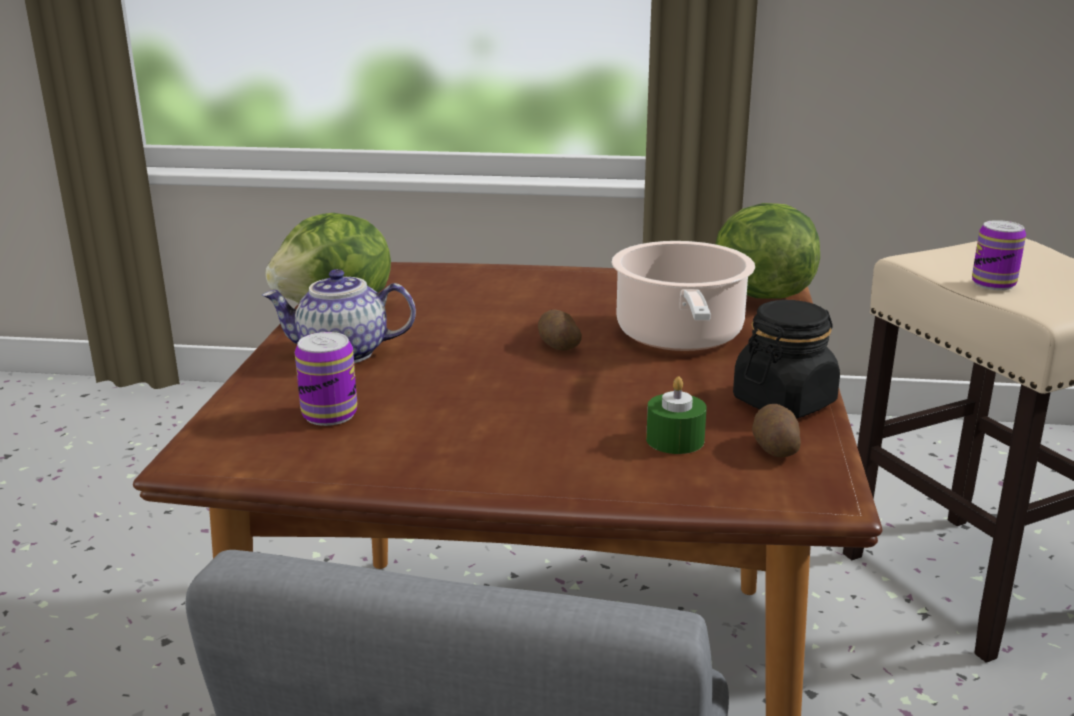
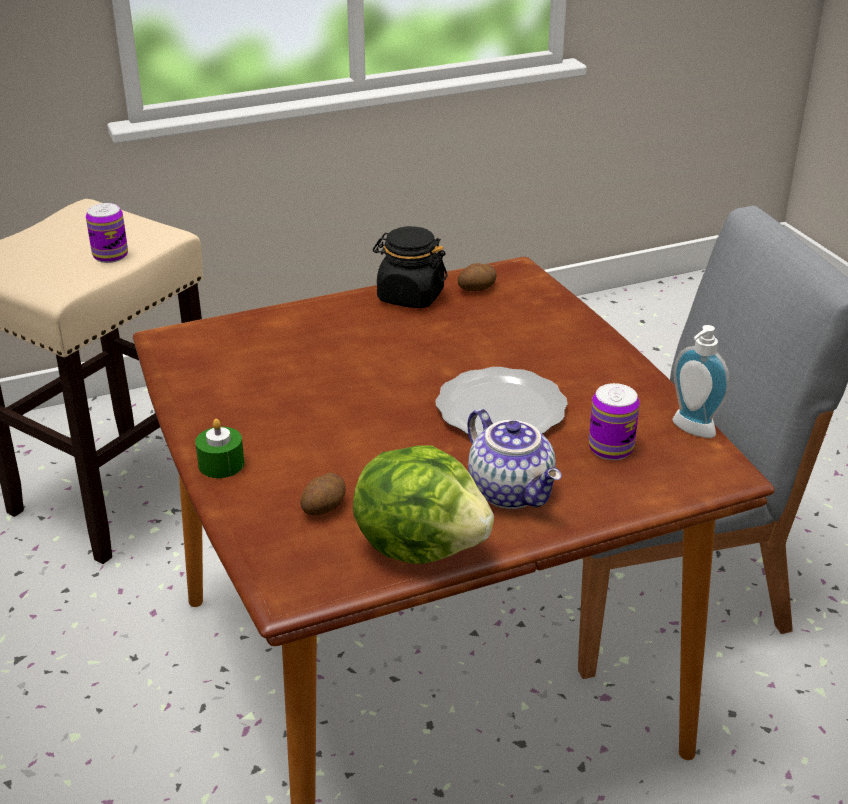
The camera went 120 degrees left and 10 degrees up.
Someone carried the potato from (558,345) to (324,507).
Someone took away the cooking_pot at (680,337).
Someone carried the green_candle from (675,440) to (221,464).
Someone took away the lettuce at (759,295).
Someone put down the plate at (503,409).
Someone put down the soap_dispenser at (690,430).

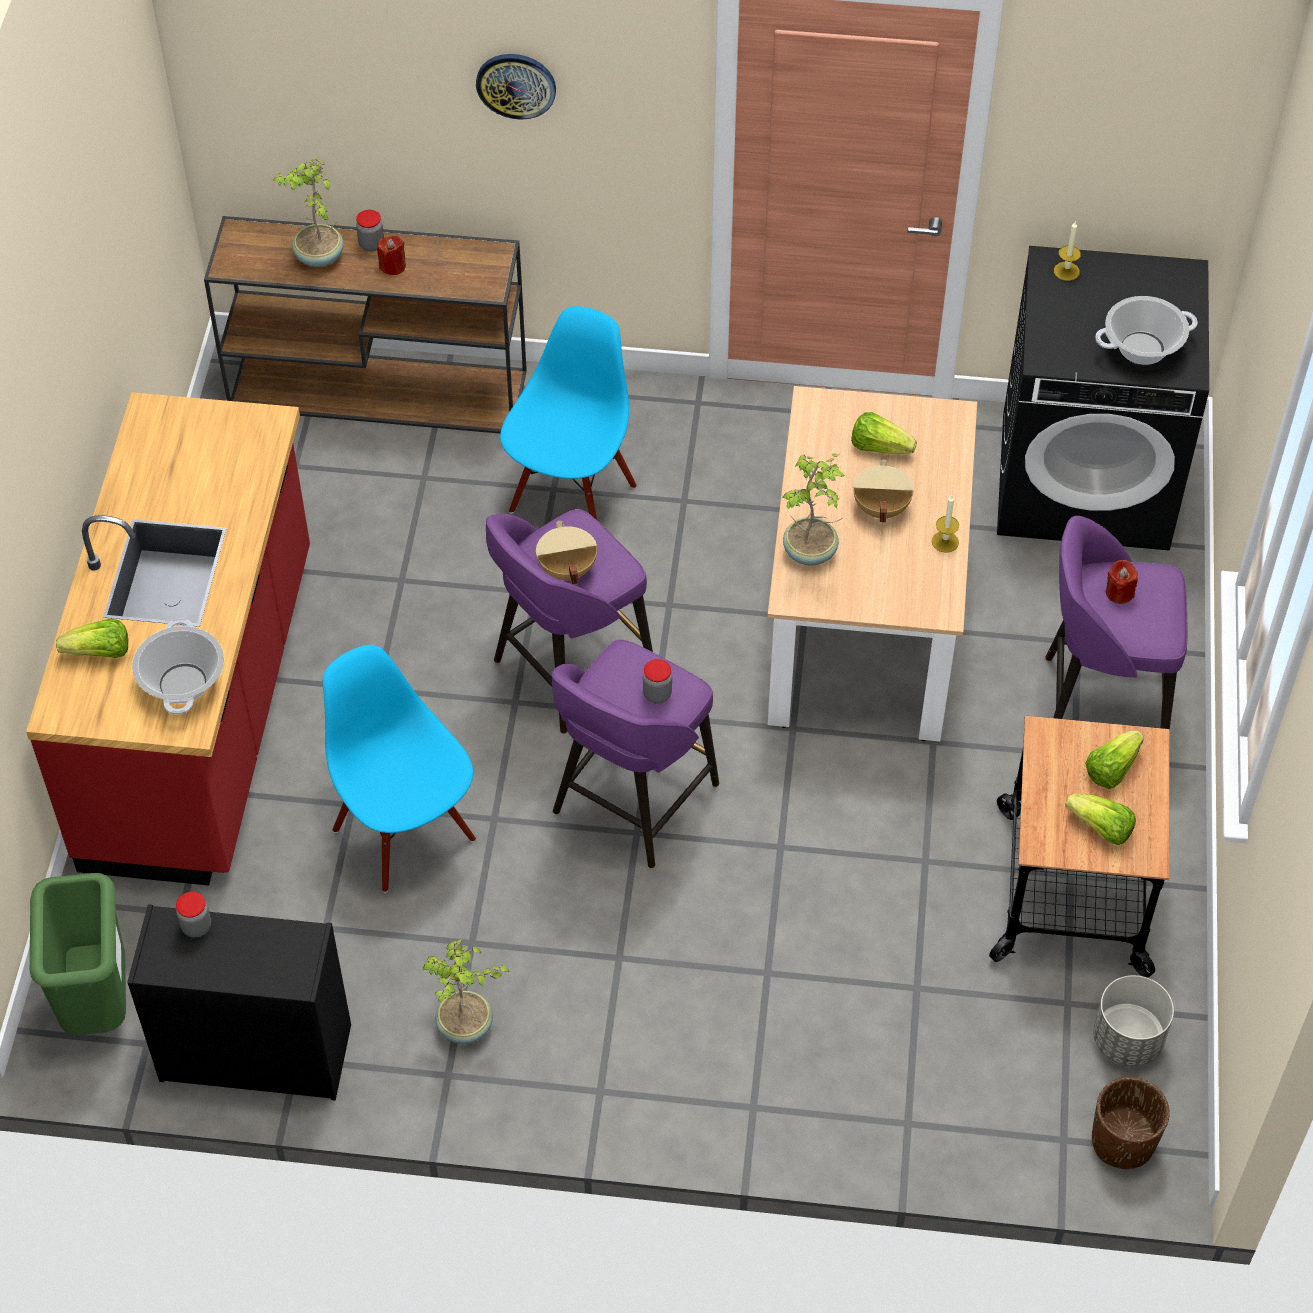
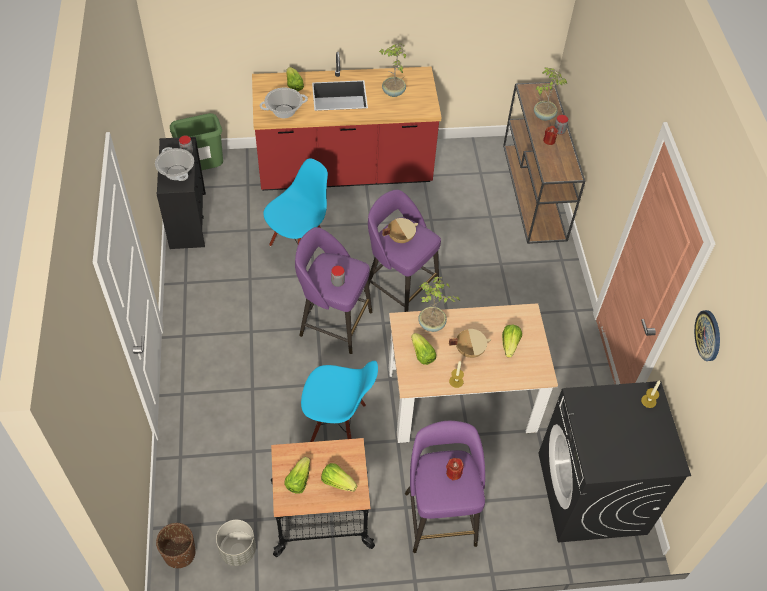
The camera went 75 degrees right and 0 degrees up.
Someone carried the potted_plant from (465,1027) to (393,92).
Someone carried the wall_clock from (516,84) to (708,335).
Someone carried the blue_chair from (571,496) to (338,425).
Someone carried the cooking_pot from (1142,348) to (176,172).
Someone put down the lettuce at (422,354).

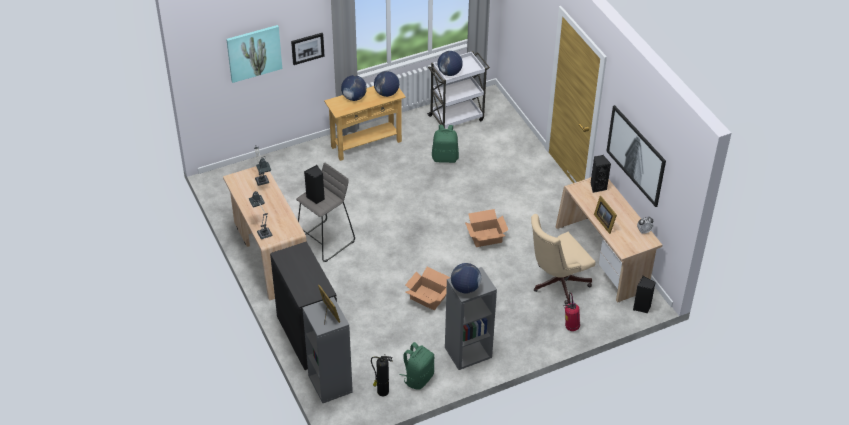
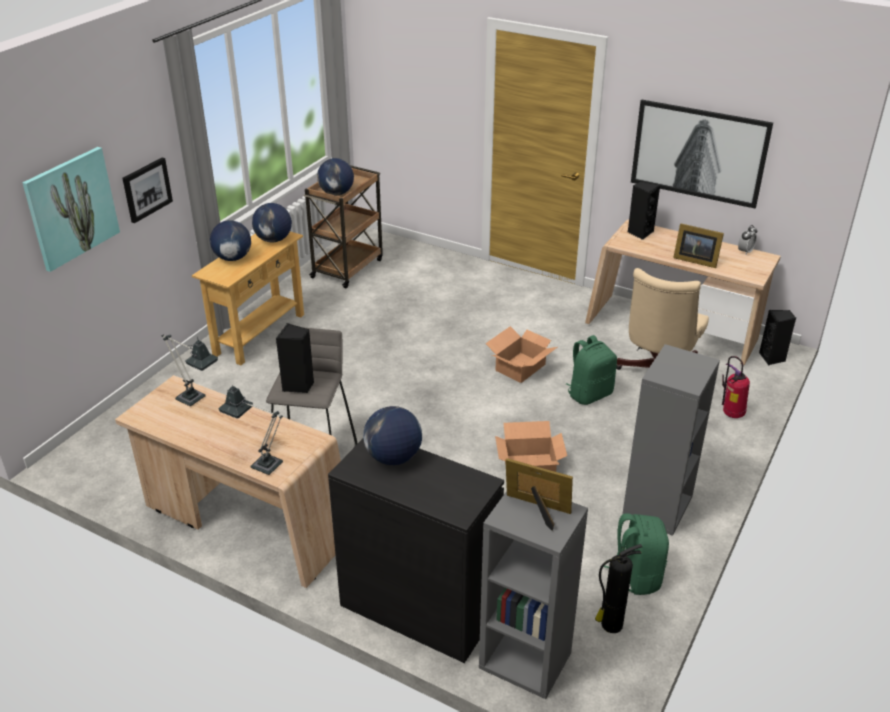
The camera went 35 degrees left and 10 degrees down.
Someone repainted the white_cart at (457,117), which became the brown_cart at (348,268).
Someone carried the green_backpack from (445,157) to (589,394).
Someone carried the globe from (465,288) to (393,458).

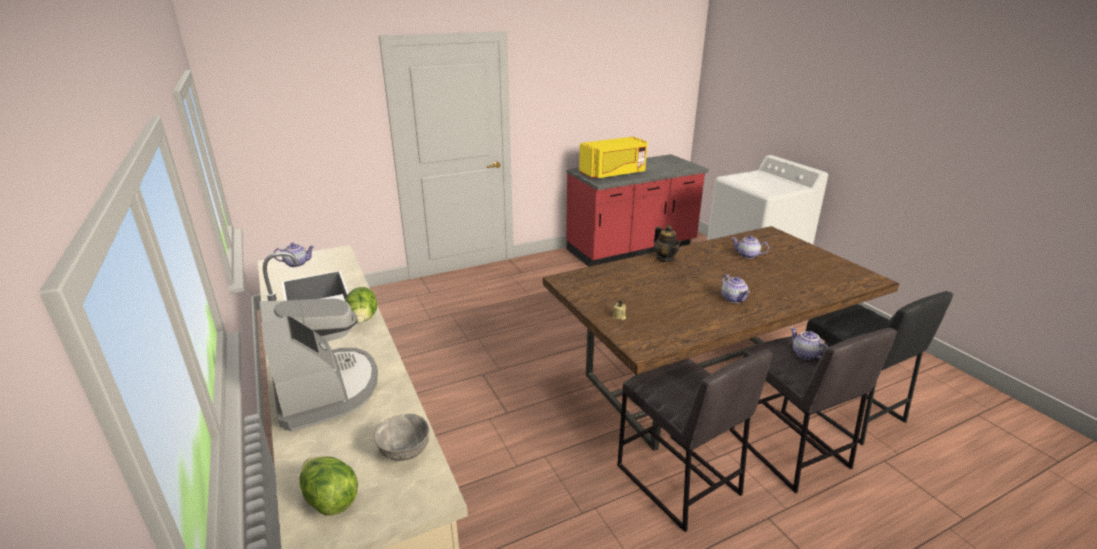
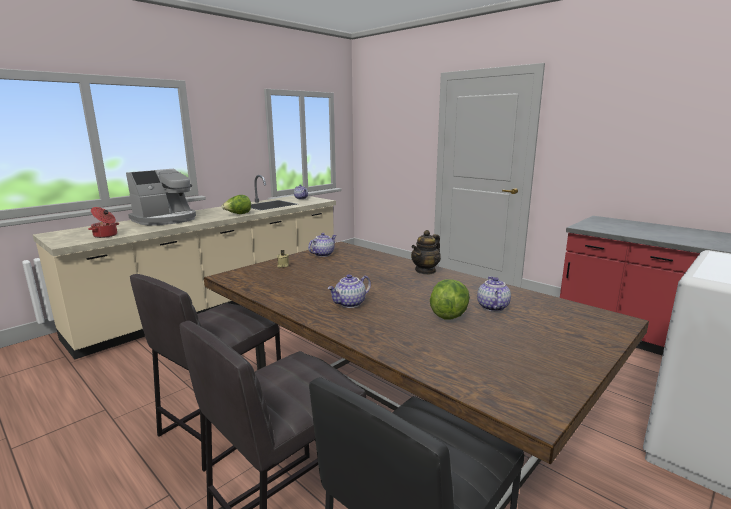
The camera went 70 degrees right and 10 degrees down.
Someone carried the lettuce from (330,499) to (449,314).
Someone swapped the grey_bowl at (404,450) for the cooking_pot at (106,235).
Someone took away the yellow_microwave at (613,174).
Someone carried the teapot from (804,354) to (323,254).

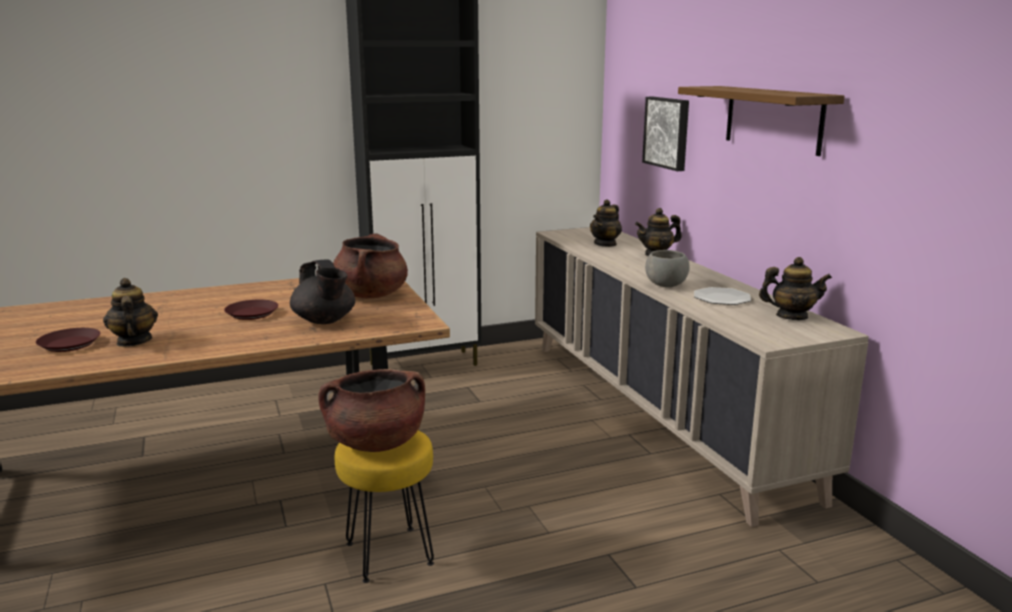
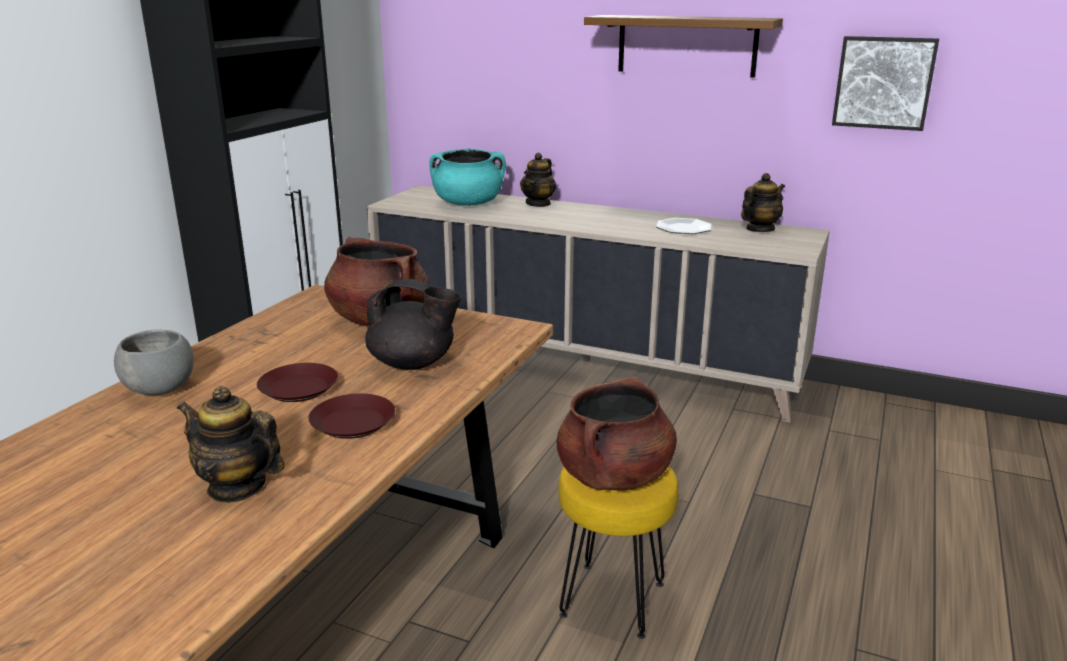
The camera went 45 degrees left and 5 degrees up.
Someone carried the brown_plate from (70,344) to (354,423).
Someone swapped the teapot at (605,244) for the turquoise_cooking_pot at (468,203).
Someone carried the picture from (668,132) to (883,82).
Someone carried the grey_bowl from (665,285) to (160,390).

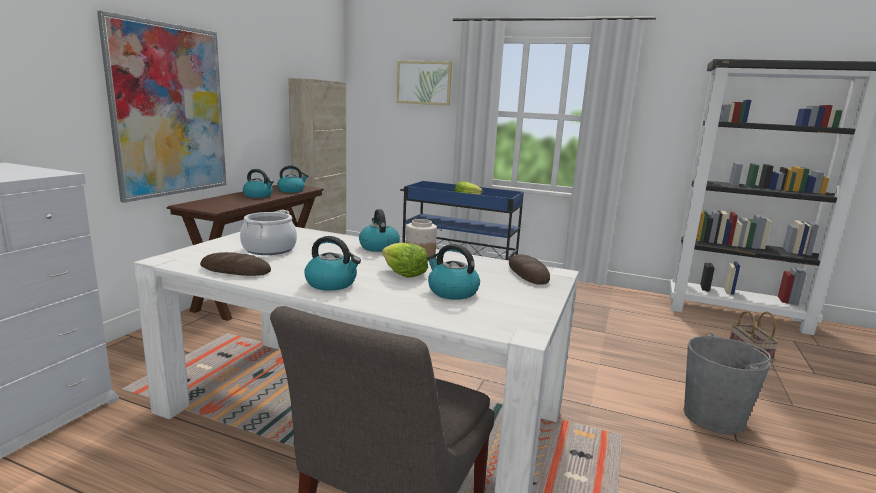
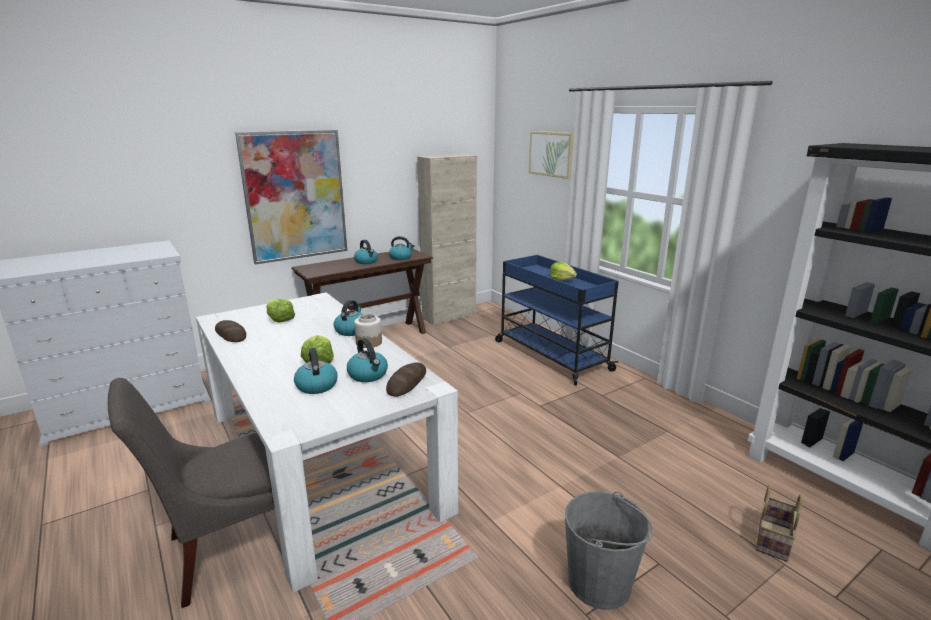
The camera went 35 degrees right and 5 degrees up.
Someone swapped the cooking_pot at (269,249) for the lettuce at (280,319).
Someone carried the kettle from (332,283) to (368,375).

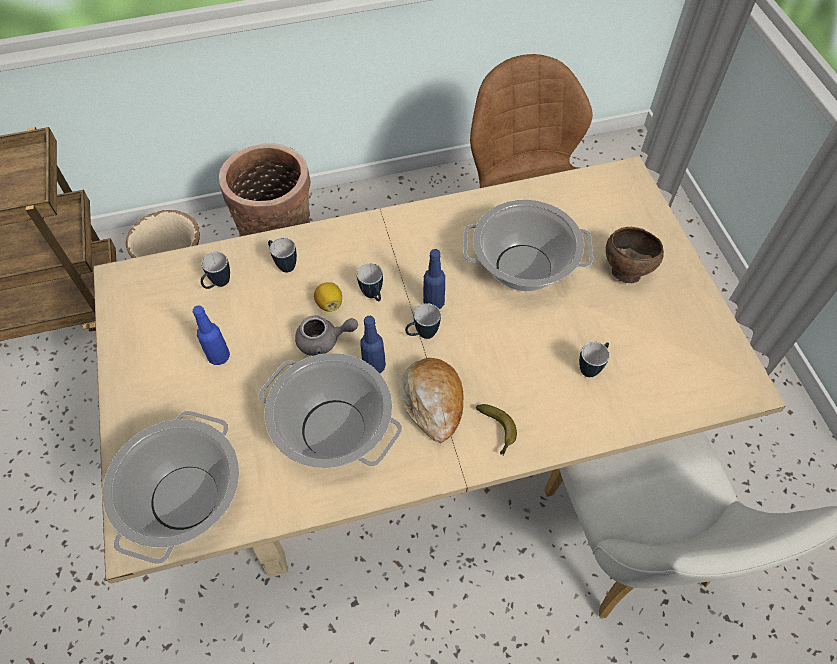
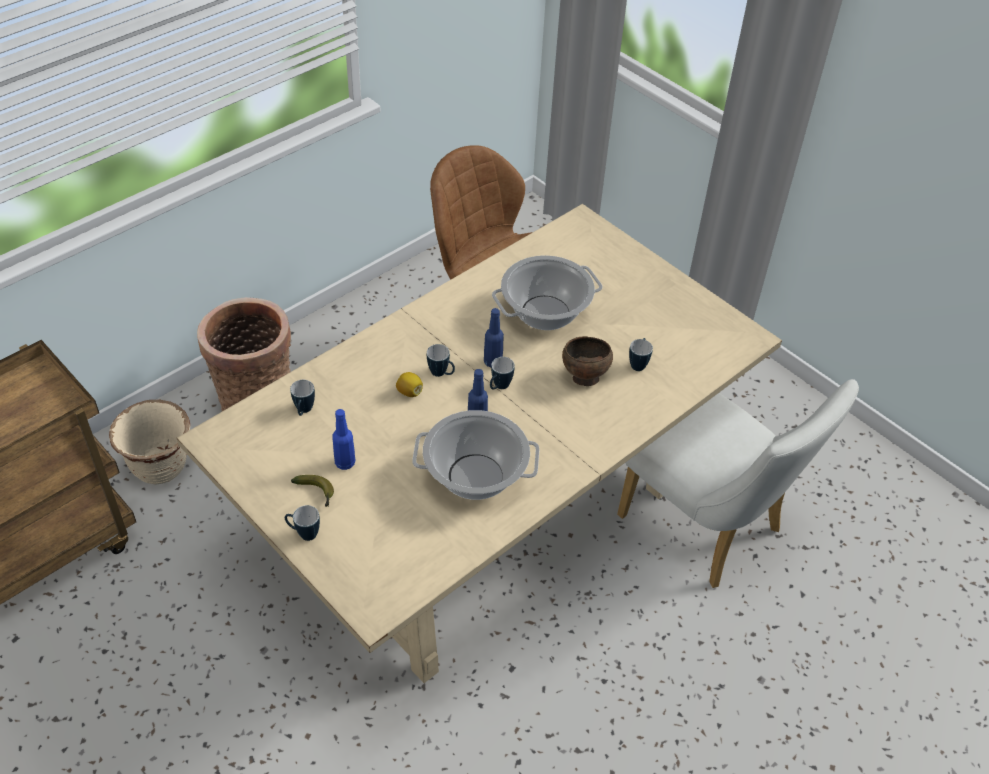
The camera went 30 degrees left and 10 degrees down.
Someone took away the cooking_pot at (185,499).
Someone carried the mug from (284,264) to (303,534).
Someone took away the grey_teapot at (324,341).
Someone took away the bread at (433,402).
Someone carried the banana from (497,431) to (316,492).
Someone carried the brown_bowl from (625,271) to (583,377).

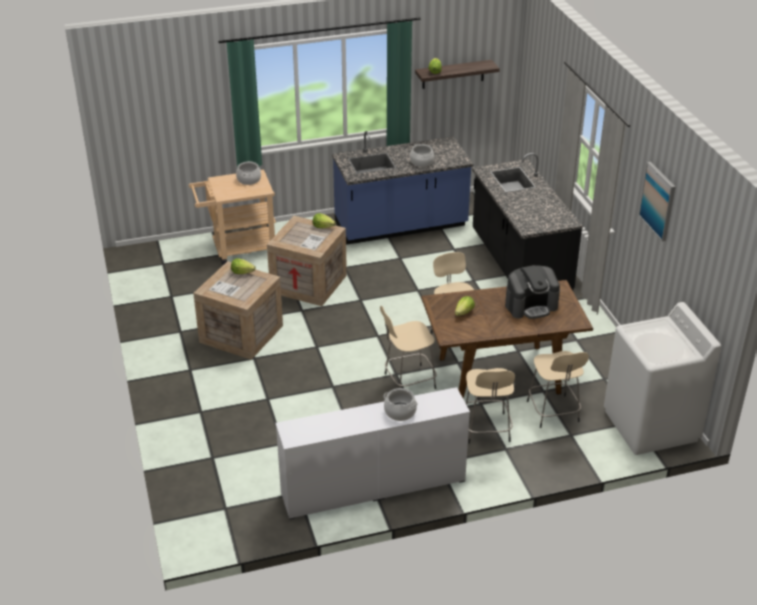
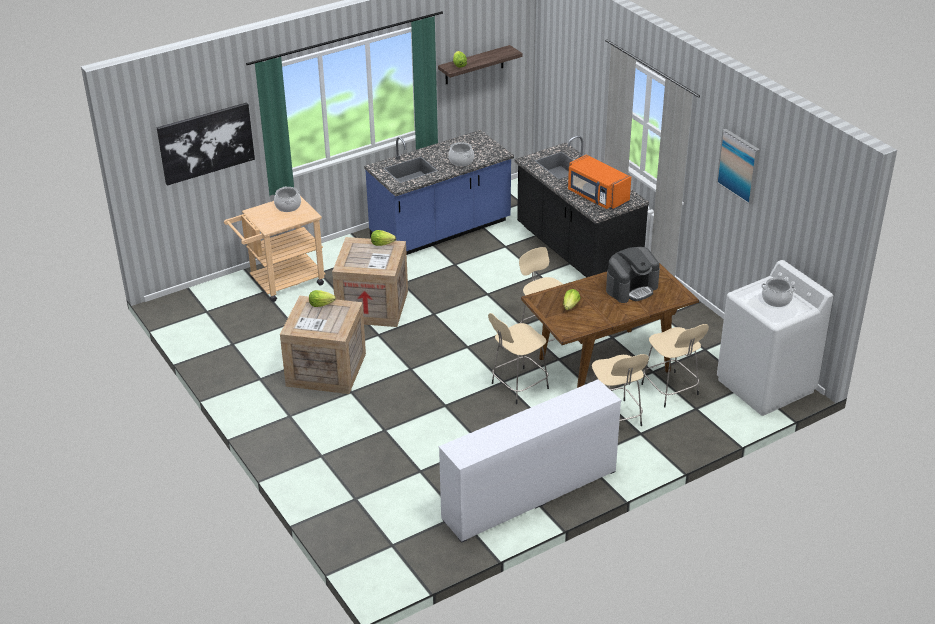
The camera went 15 degrees left and 0 degrees up.
Someone carried the cooking_pot from (400,412) to (776,300).
Someone put up the picture at (206,143).
Someone put down the orange_microwave at (597,196).

